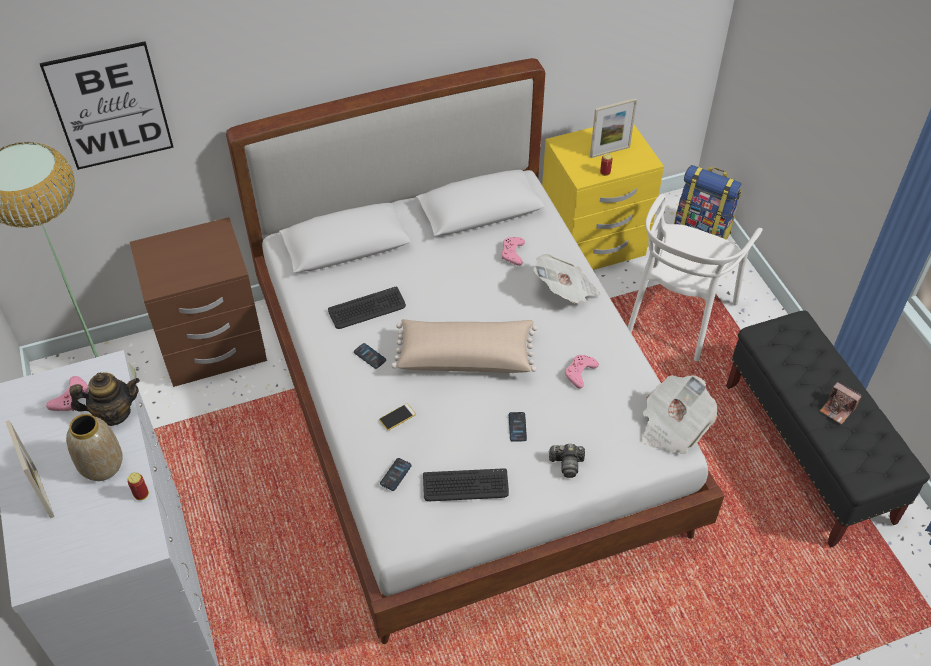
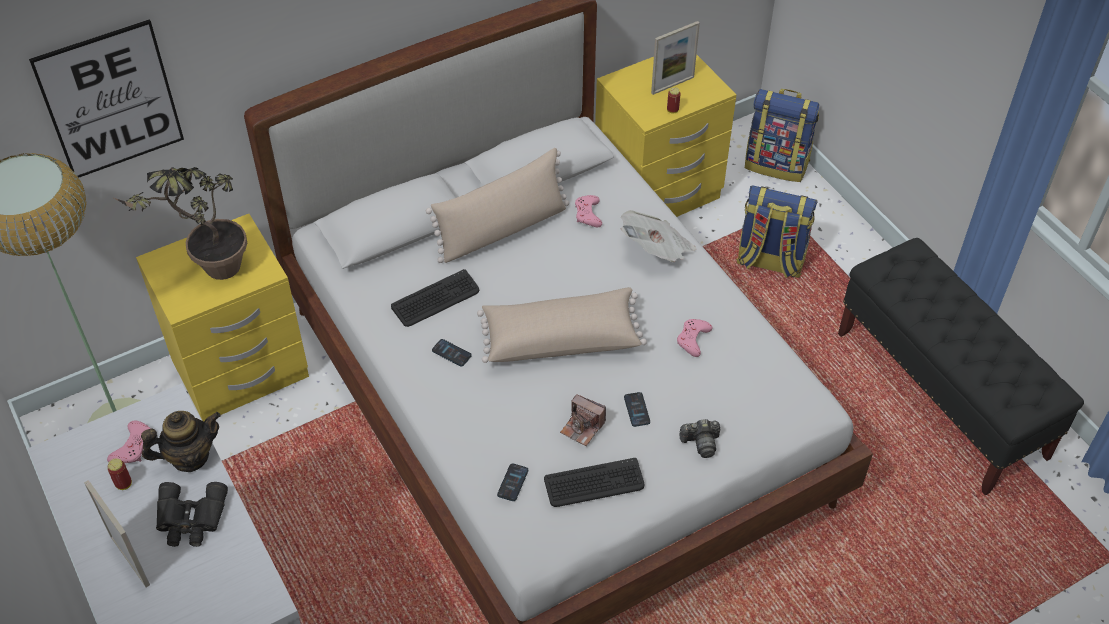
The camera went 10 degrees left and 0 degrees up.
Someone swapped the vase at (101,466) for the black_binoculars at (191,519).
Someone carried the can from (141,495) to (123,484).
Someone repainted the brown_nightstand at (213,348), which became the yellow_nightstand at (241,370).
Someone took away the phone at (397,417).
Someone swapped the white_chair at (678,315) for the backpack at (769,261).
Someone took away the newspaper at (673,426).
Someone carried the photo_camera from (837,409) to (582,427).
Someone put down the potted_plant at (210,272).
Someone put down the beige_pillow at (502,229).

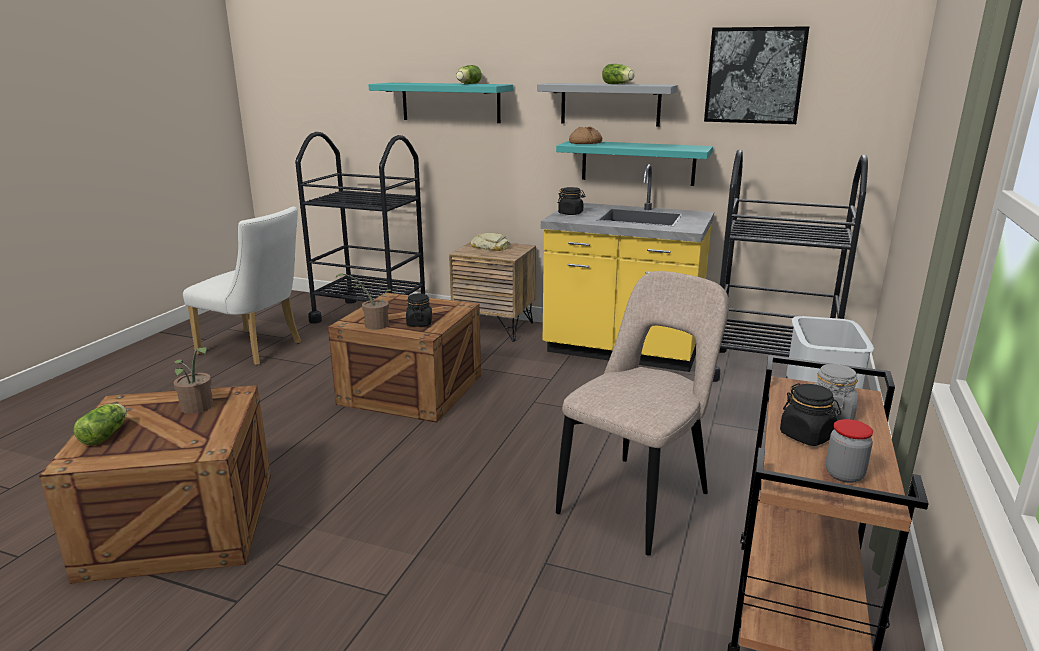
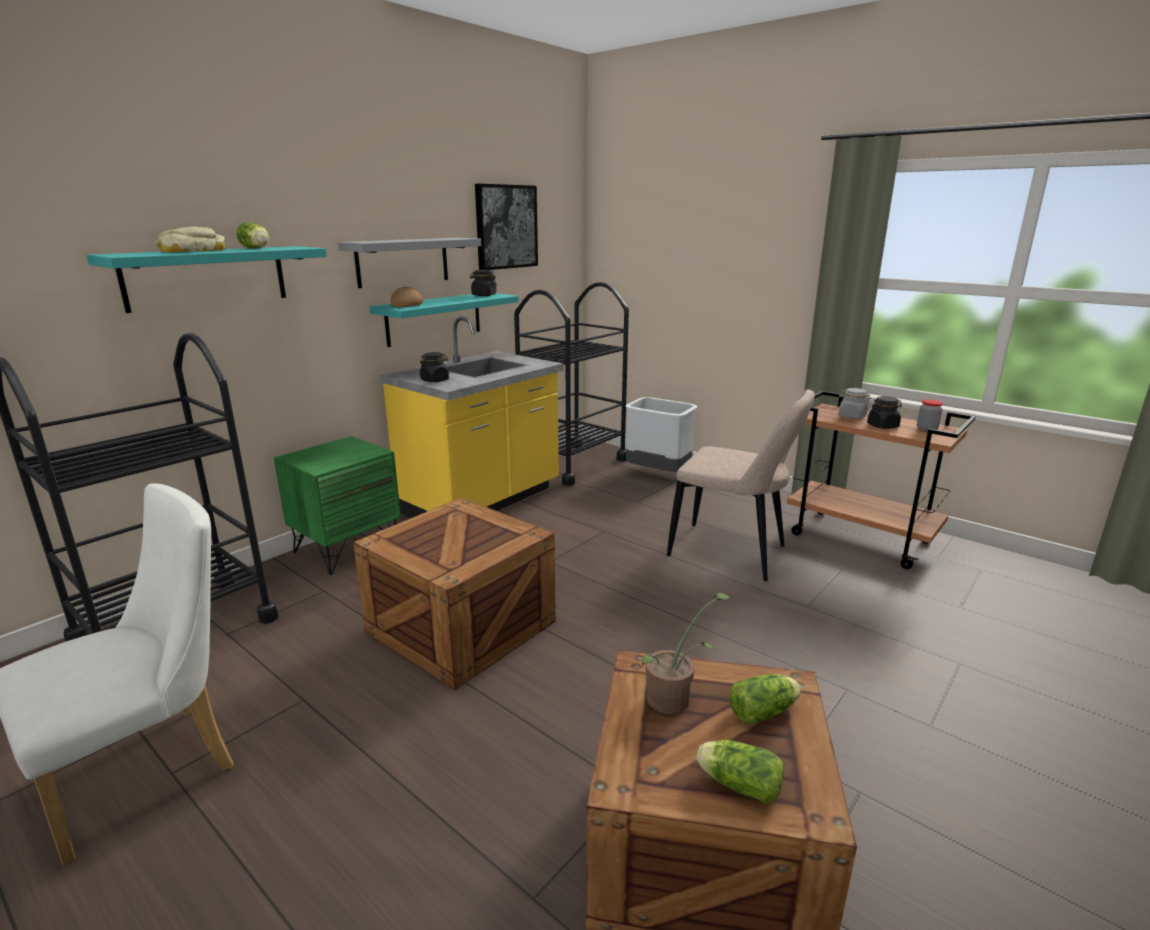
The camera went 70 degrees left and 0 degrees up.
Someone took away the potted_plant at (373,325).
Someone carried the black_jar from (419,323) to (483,295).
Someone repainted the brown_nightstand at (494,328), which became the green_nightstand at (347,548).
Someone carried the bread from (490,247) to (193,251).
Someone rotated the beige_chair at (638,500) by 150 degrees clockwise.
Someone carried the lettuce from (618,84) to (765,711).

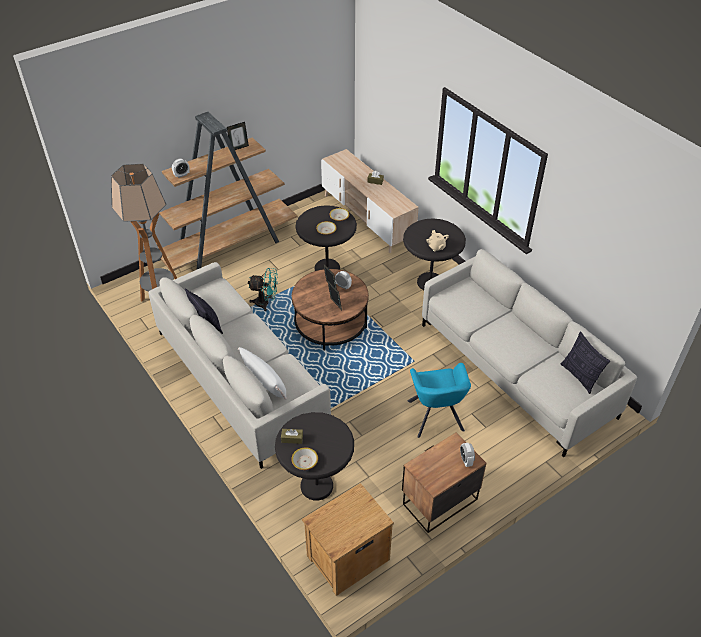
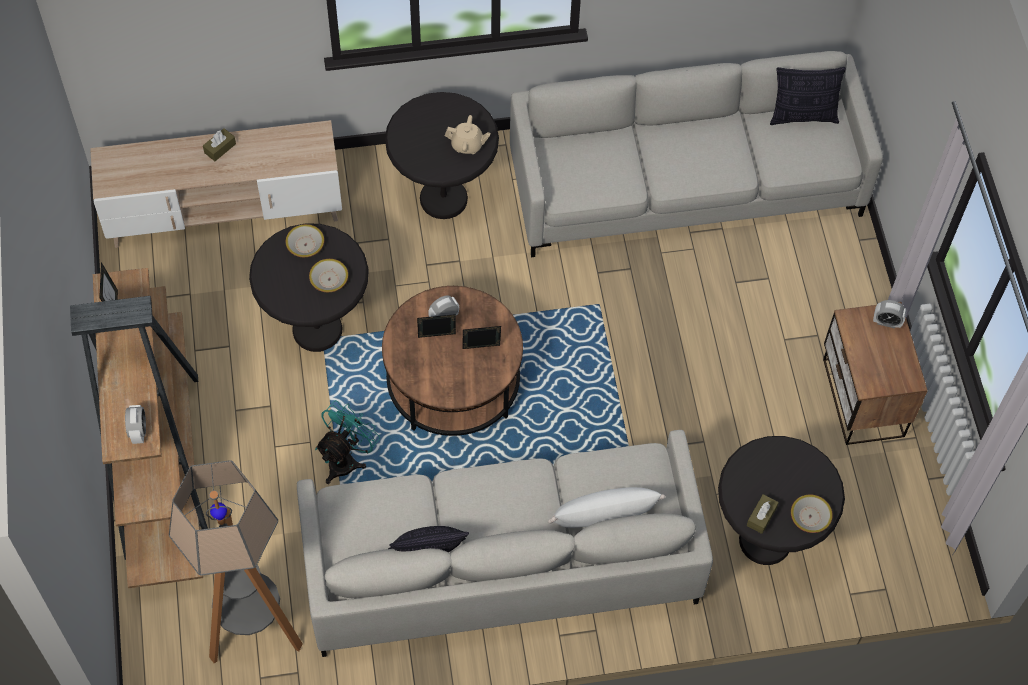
The camera went 65 degrees left and 15 degrees up.
Someone took away the brown_nightstand at (347,557).
Someone took away the turquoise_armchair at (436,417).

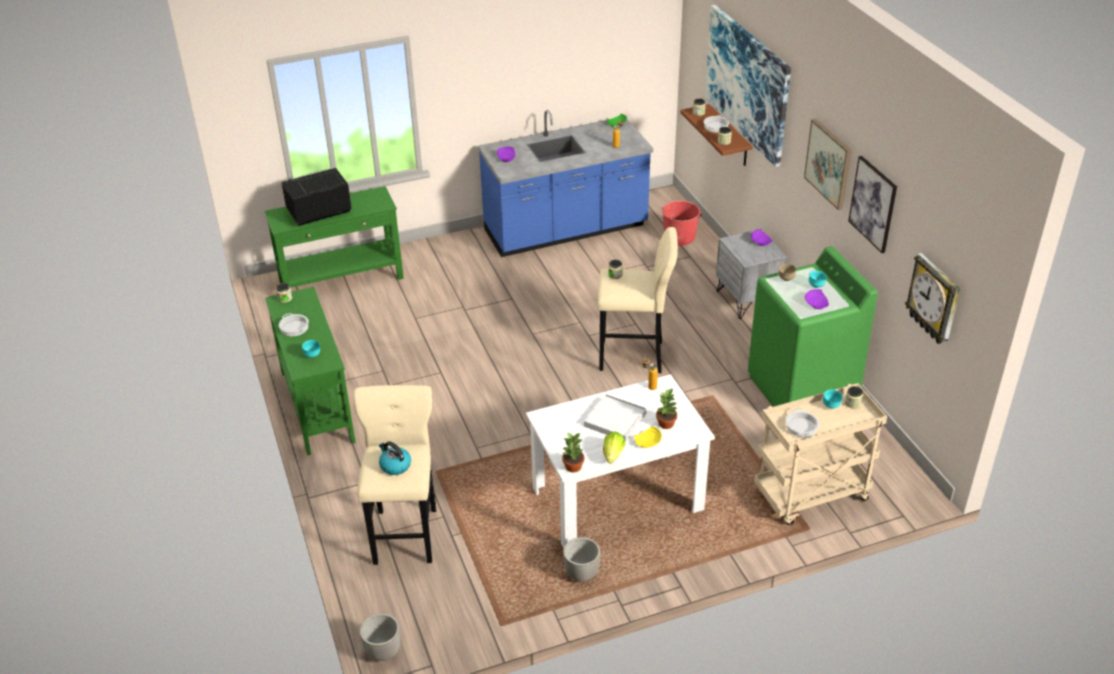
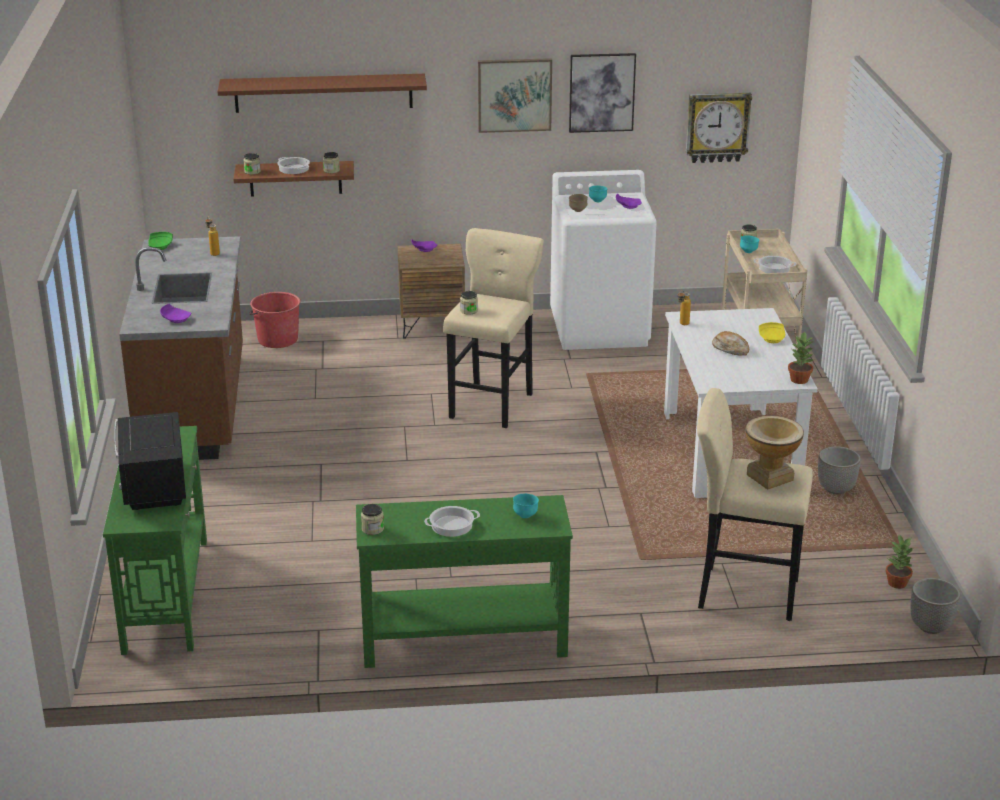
The camera went 75 degrees left and 10 degrees down.
Someone swapped the kettle at (395,466) for the vase at (770,477).
Someone repainted the blue_counter at (566,230), which became the brown_counter at (196,405).
Someone swapped the white_tray at (615,420) for the bread at (730,349).
Someone took away the lettuce at (613,455).
Someone carried the potted_plant from (666,424) to (897,583).
Someone swapped the picture at (747,83) for the brown_shelf at (323,93).
Someone repainted the grey_nightstand at (747,300), which became the brown_nightstand at (432,326).
Someone repainted the green_washing_machine at (802,389), which became the white_washing_machine at (600,328).

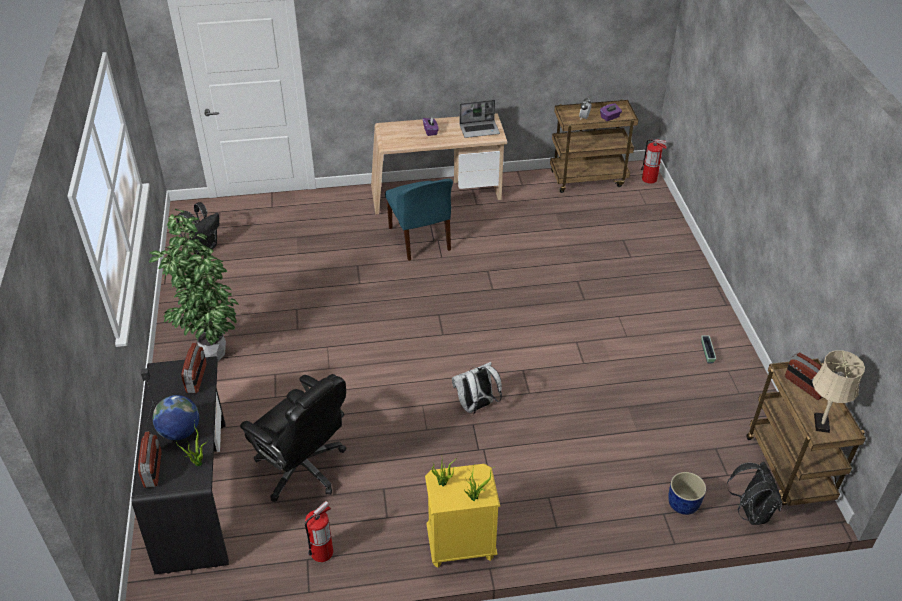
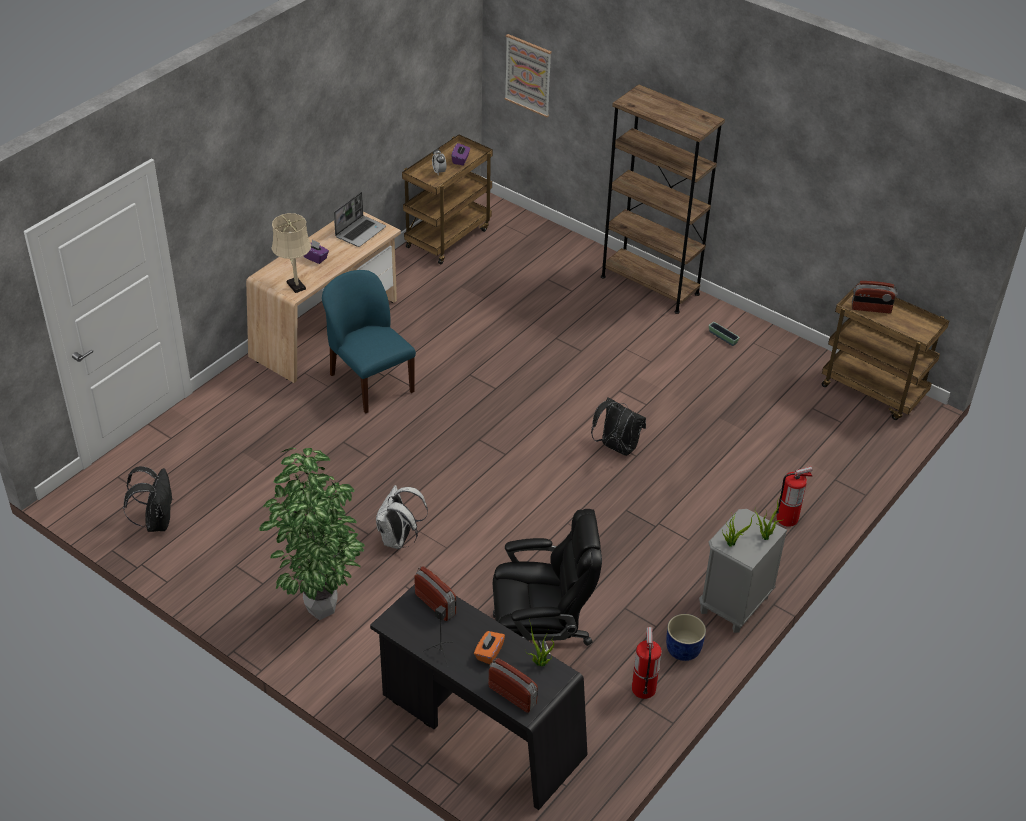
The camera went 45 degrees left and 0 degrees up.
Someone swapped the globe at (180,432) for the orange_tissue_box at (489,653).
Someone rotated the blue_chair at (420,240) by 150 degrees counterclockwise.
Someone repainted the yellow_nightstand at (460,546), which became the grey_nightstand at (734,605).
Someone carried the white_backpack from (476,406) to (398,540).
Someone carried the fire_extinguisher from (649,179) to (787,518).
Someone carried the blue_planter from (682,504) to (683,650).
Someone carried the black_backpack from (750,512) to (616,448).
Someone carried the beige_table_lamp from (821,421) to (295,284).
Someone put up the picture at (528,75).
Someone put down the brown_bookcase at (649,285).

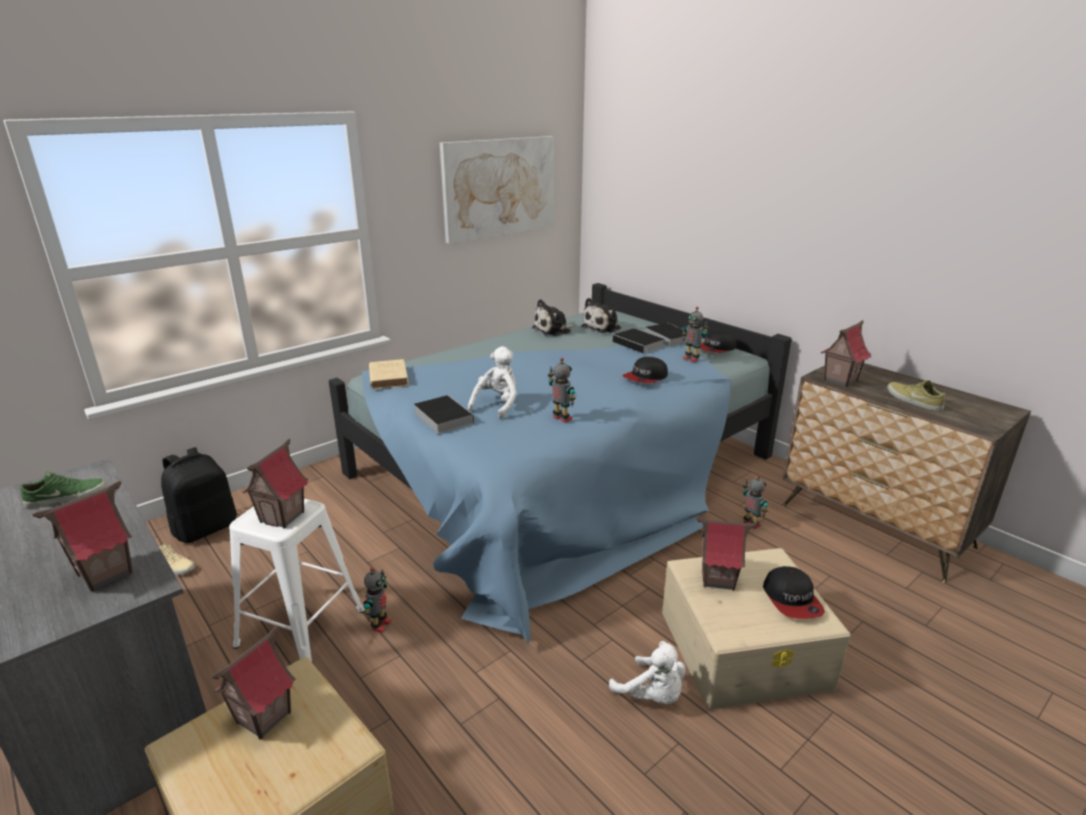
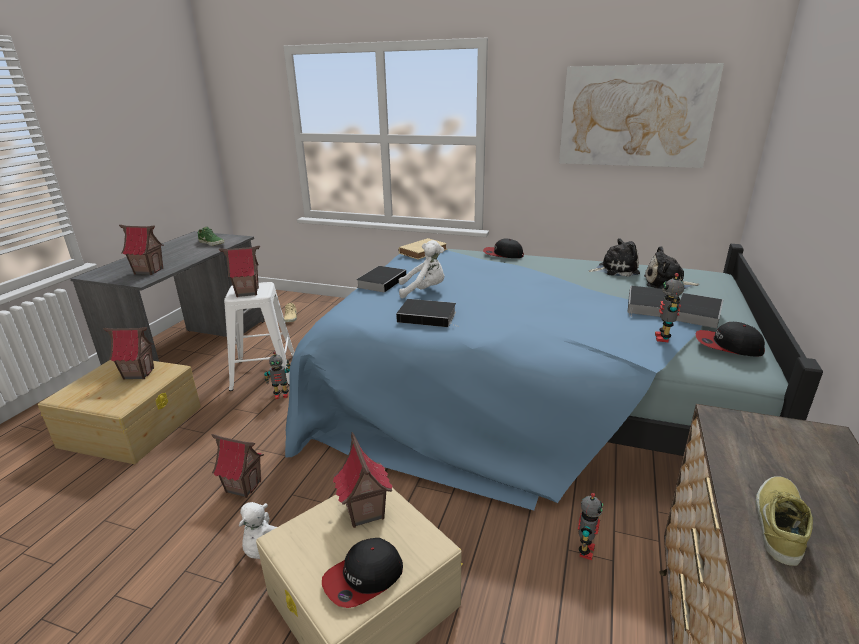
The camera went 60 degrees right and 0 degrees up.
Someone took away the black_backpack at (206,528).
Someone rotated the plush_toy at (554,330) by 150 degrees clockwise.
Someone swapped the toy_robot at (561,419) for the book at (429,317).
Someone carried the cap from (645,378) to (503,254).
Someone carried the toy_house from (840,380) to (243,486).

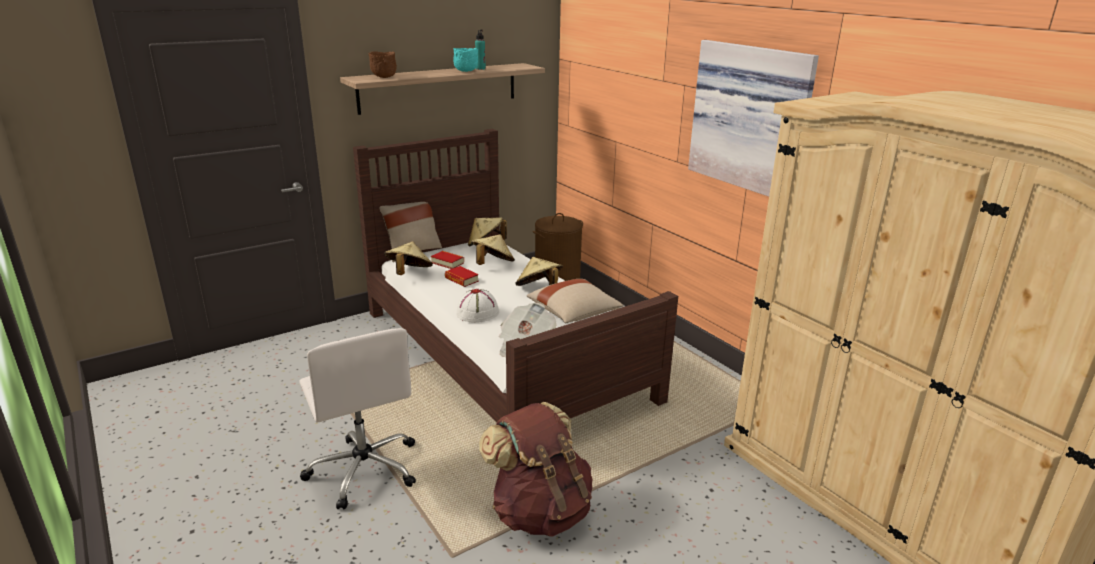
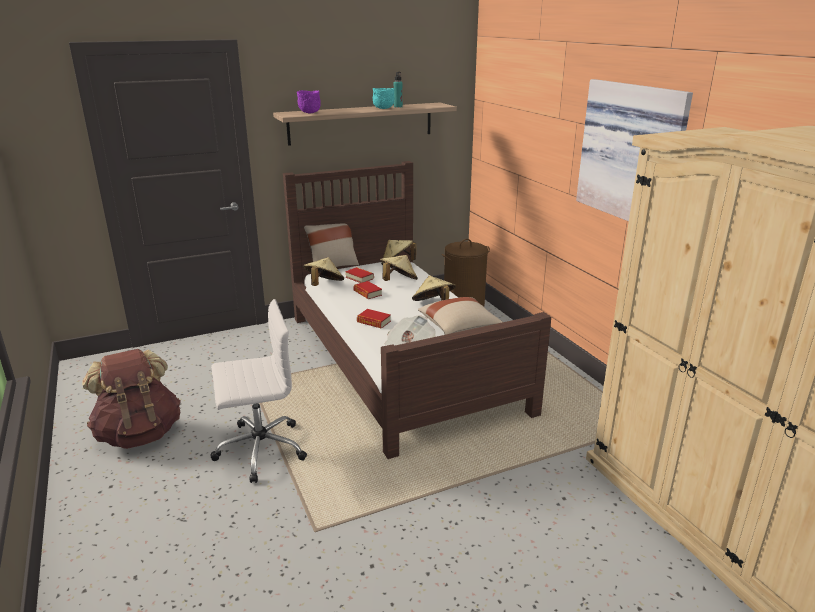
The camera went 10 degrees right and 0 degrees up.
Someone rotated the white_office_chair at (364,469) by 90 degrees counterclockwise.
Someone repainted the brown_bowl at (384,77), which became the purple_bowl at (310,113).
Someone swapped the white_hat at (478,312) for the book at (373,322).
Someone carried the brown_backpack from (540,511) to (139,433).

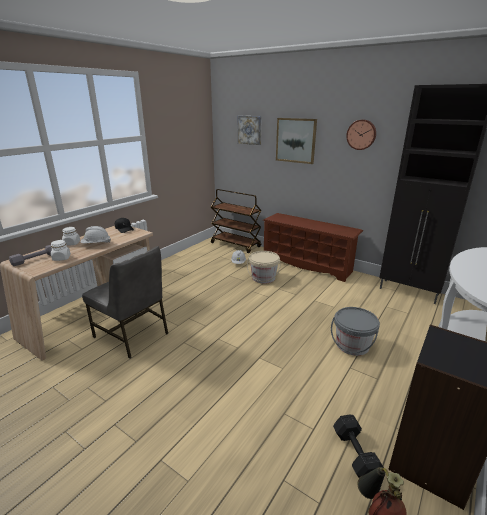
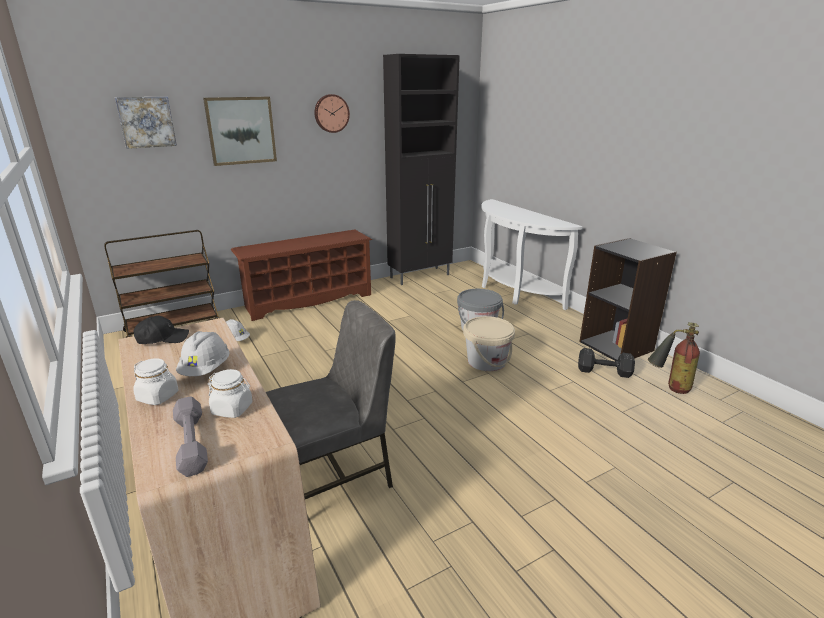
The camera went 65 degrees left and 0 degrees up.
Someone carried the beige_bucket from (263,278) to (486,361).

